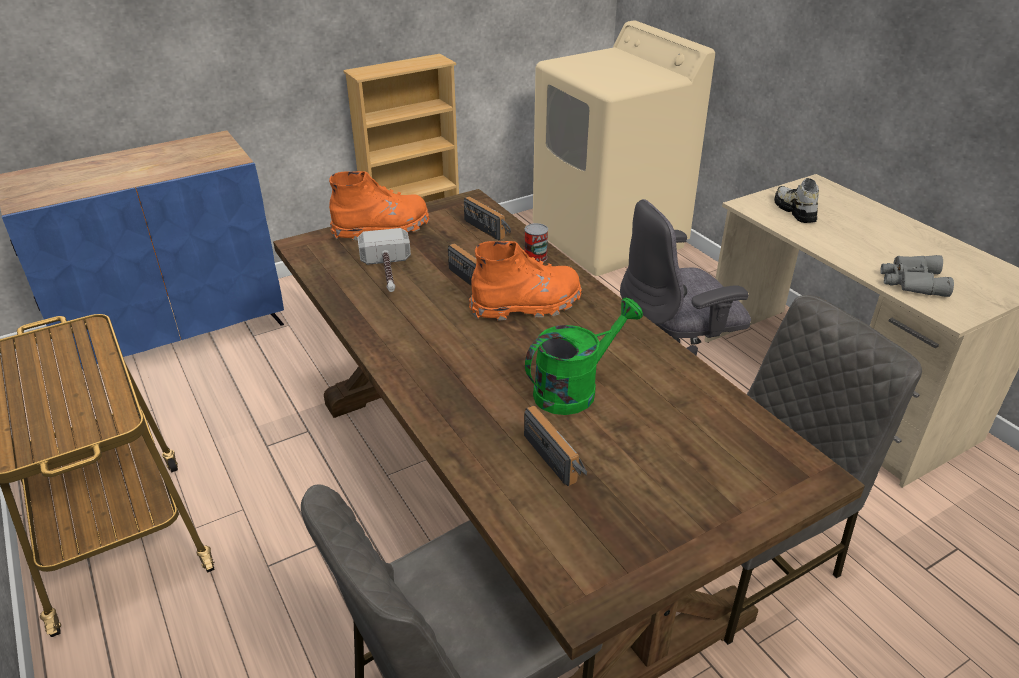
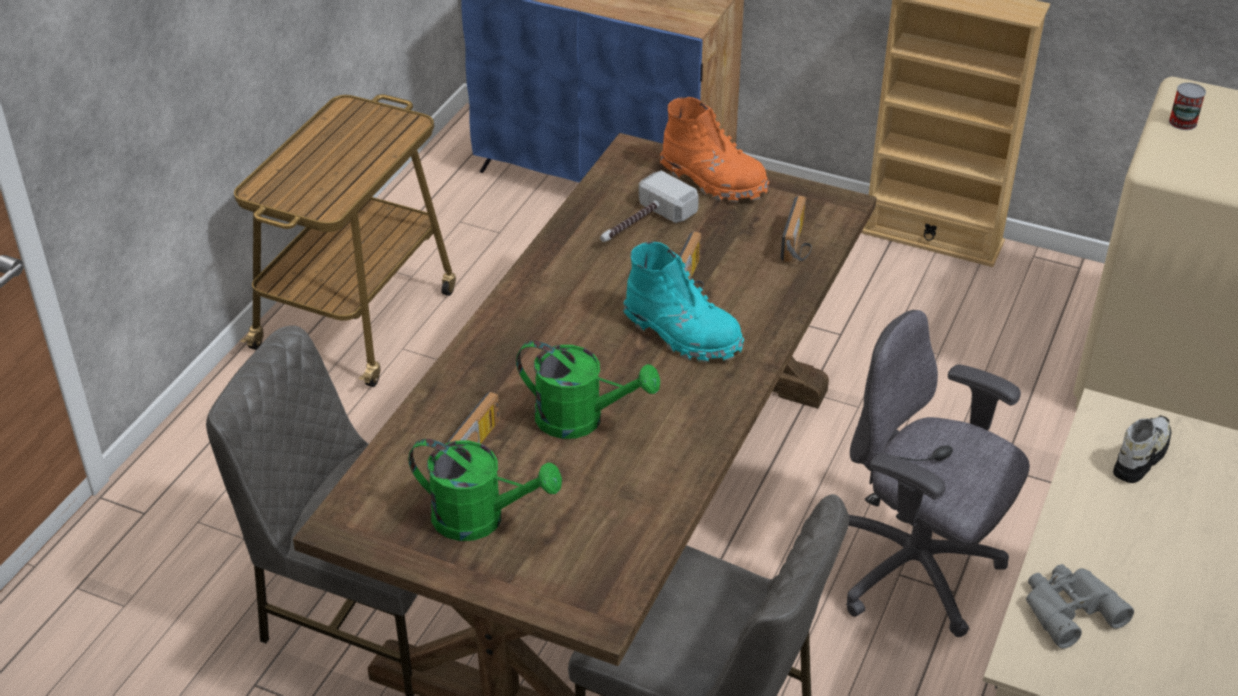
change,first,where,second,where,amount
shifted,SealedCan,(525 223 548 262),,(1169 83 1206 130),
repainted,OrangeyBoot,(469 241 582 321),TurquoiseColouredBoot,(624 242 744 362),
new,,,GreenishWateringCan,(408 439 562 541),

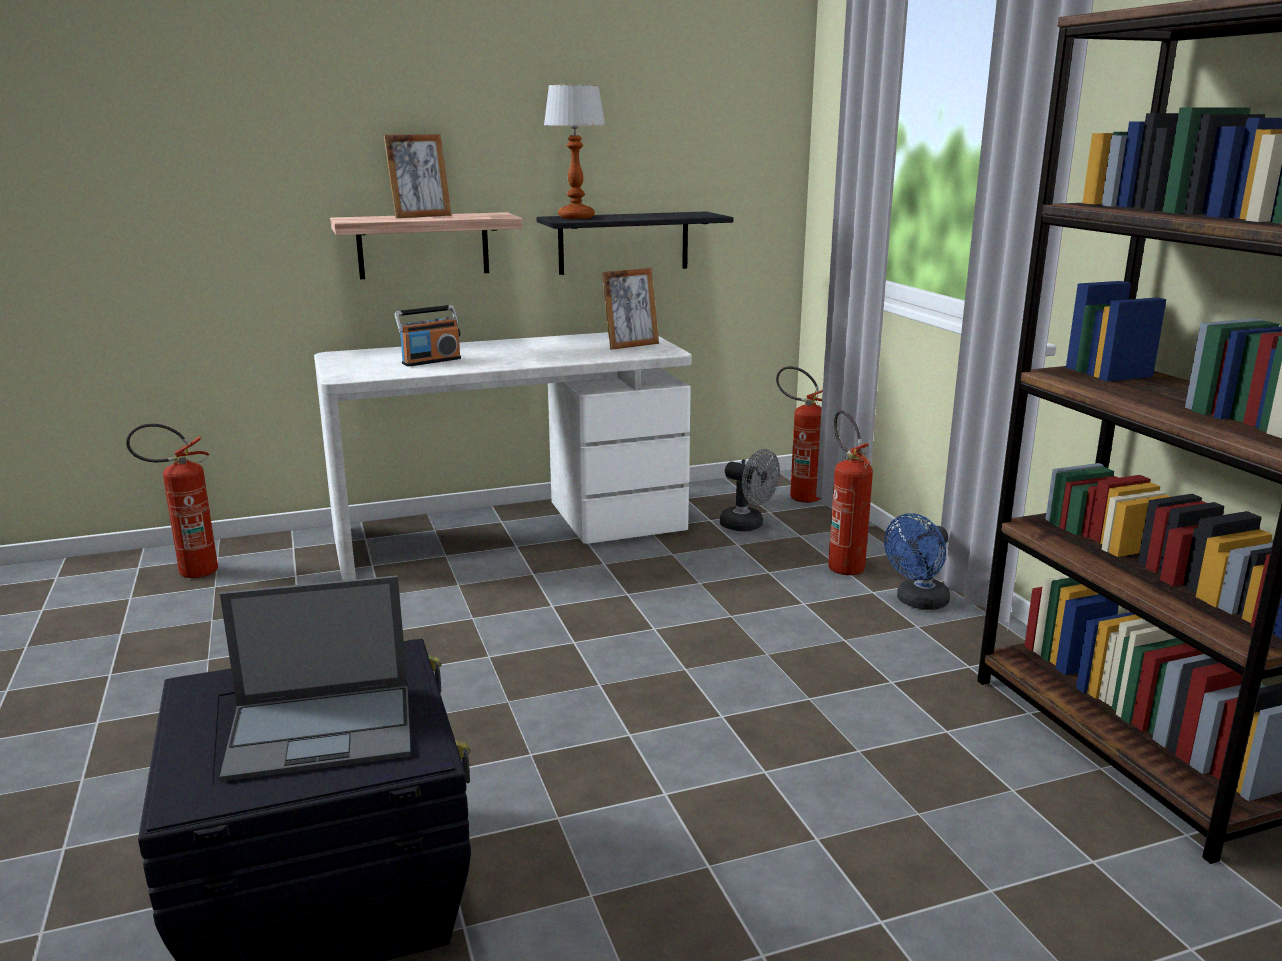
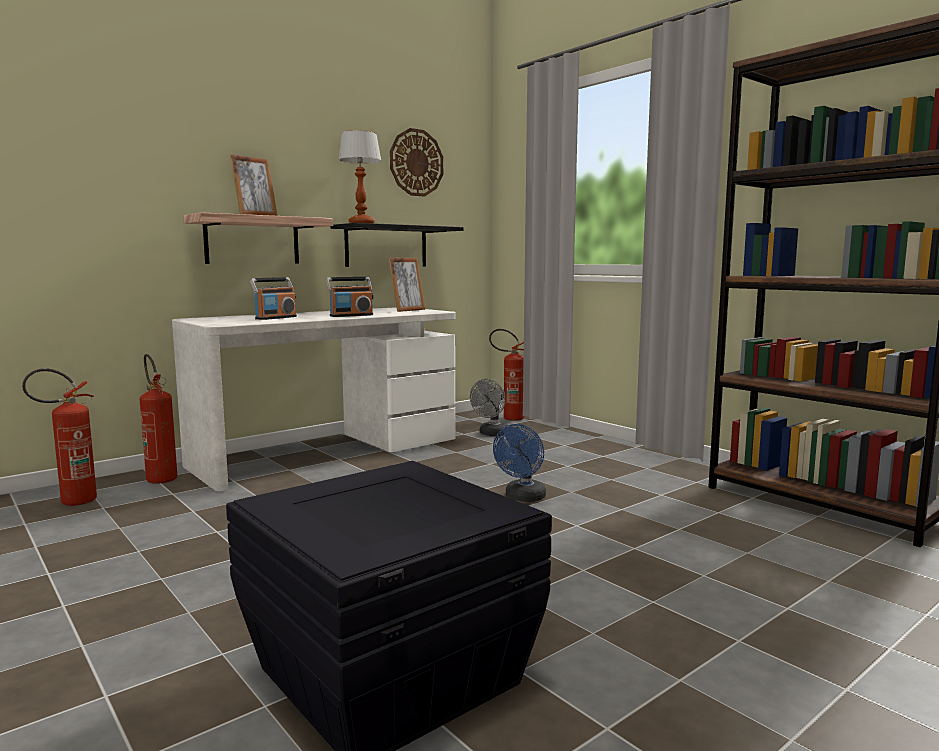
change,first,where,second,where,amount
shifted,FireExtinguisher,(828 410 873 575),,(140 354 177 484),
rotated,GrayCoolingFan,(720 449 780 531),,(470 379 508 436),105 degrees clockwise
shifted,BluishCoolingFan,(884 513 950 610),,(493 424 546 502),
gone,NotebookComputer,(220 575 411 782),,,
new,,,WallClock,(390 128 443 197),
new,,,RadioReceiver,(326 277 373 317),

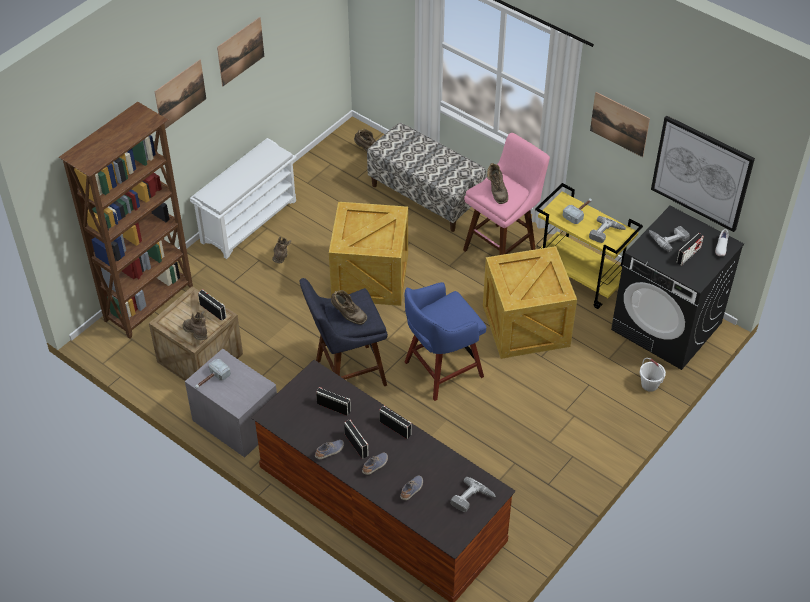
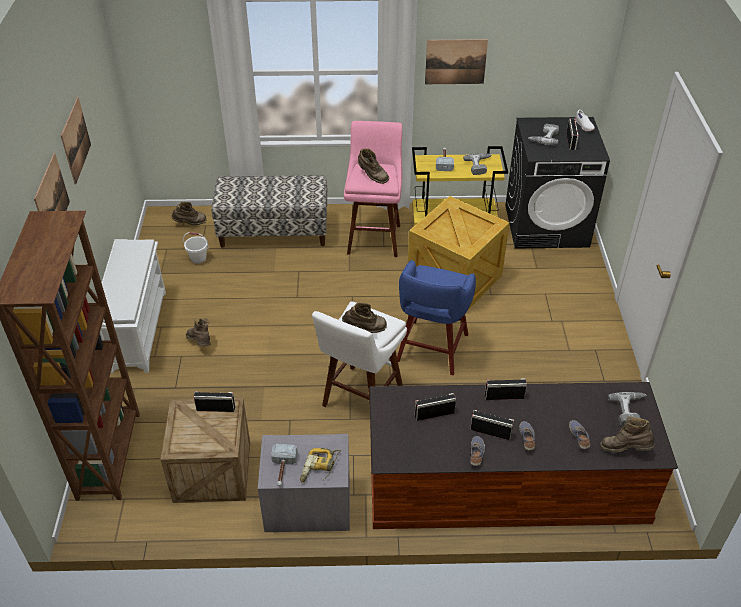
change,first,where,second,where,amount
gone,WallPicture,(651 116 755 232),,,
gone,ShippingCrate,(329 202 408 306),,,
repainted,BluishStoolSeat,(300 278 388 386),WhitishStoolSeat,(312 301 407 407),
shifted,BrownishBoot,(182 311 207 340),,(600 416 655 452),
shifted,WhitishBucket,(640 358 666 392),,(183 232 209 264),
new,,,ElectricDrill,(300 448 341 482),

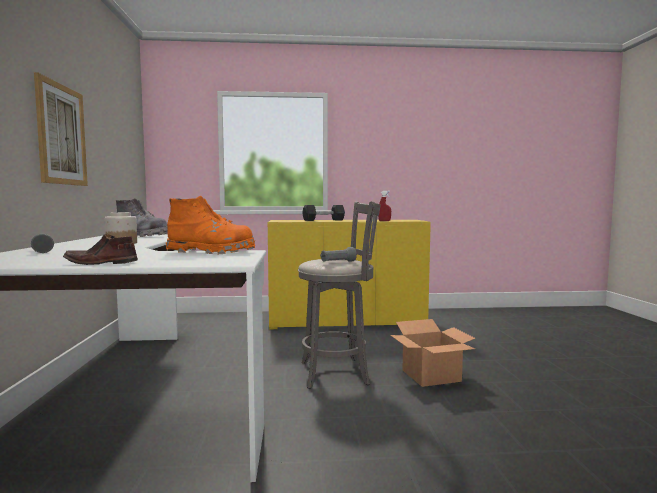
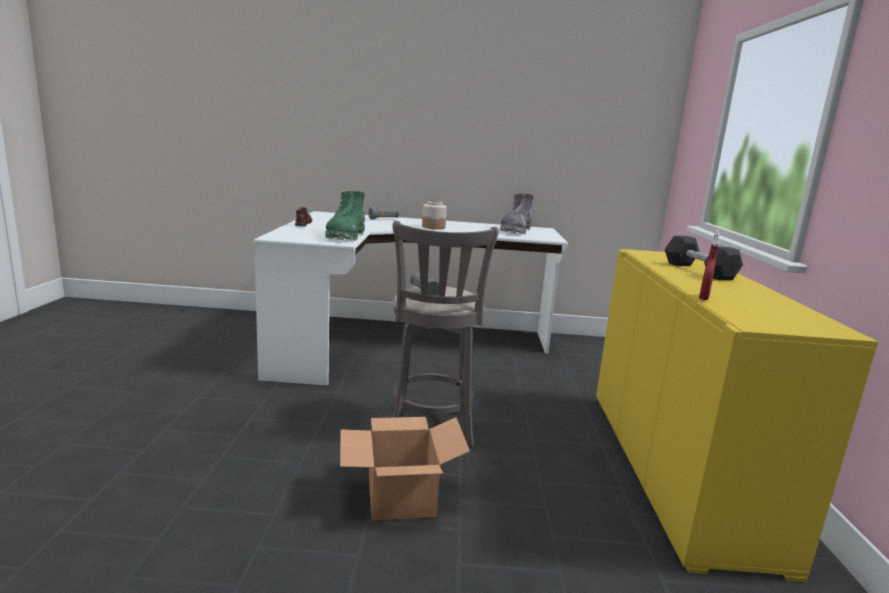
change,first,where,second,where,amount
gone,WallPicture,(34 72 88 186),,,
repainted,OrangeyBoot,(166 196 255 254),GreenishBoot,(325 191 365 241),

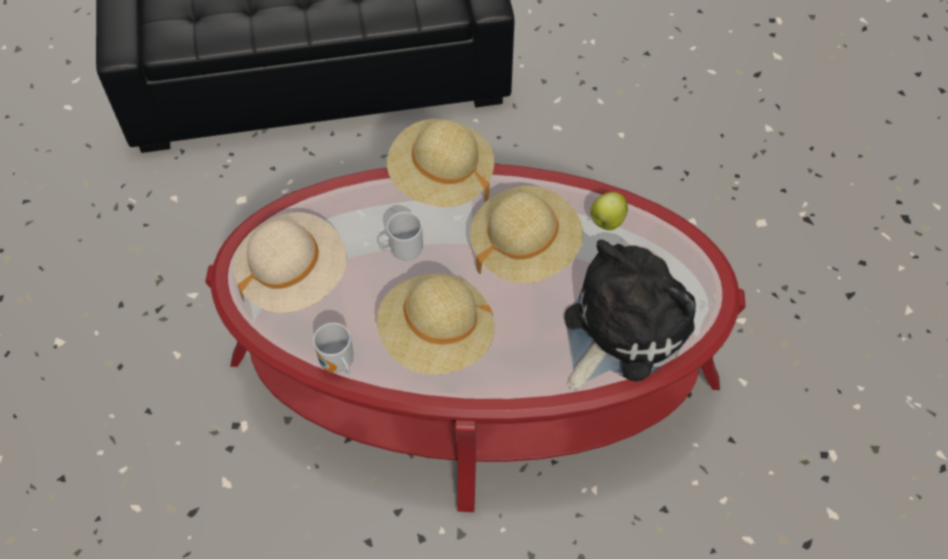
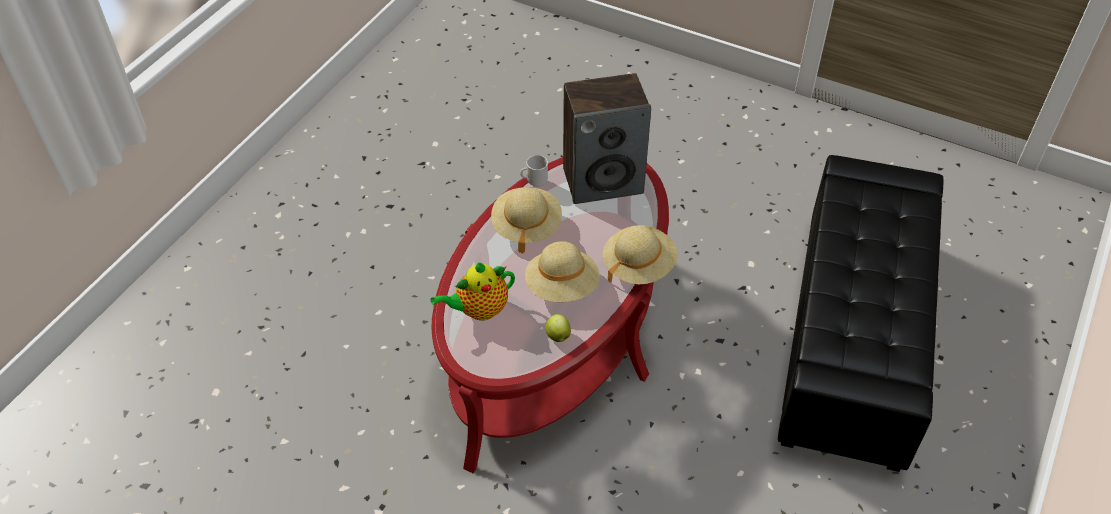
change,first,where,second,where,amount
swapped,SandColouredWearableHat,(233 212 347 313),Speaker,(563 73 651 204),
gone,TeaMug,(379 212 423 260),,,
swapped,PlushToy,(564 240 696 391),TeaPot,(431 262 515 320),

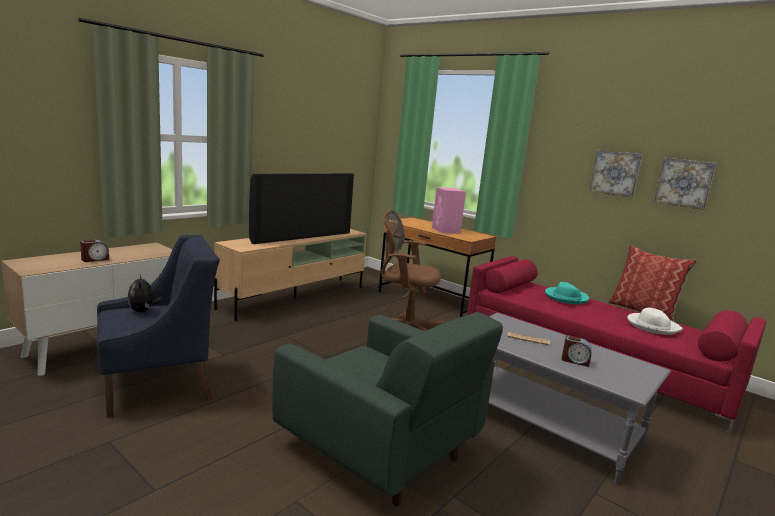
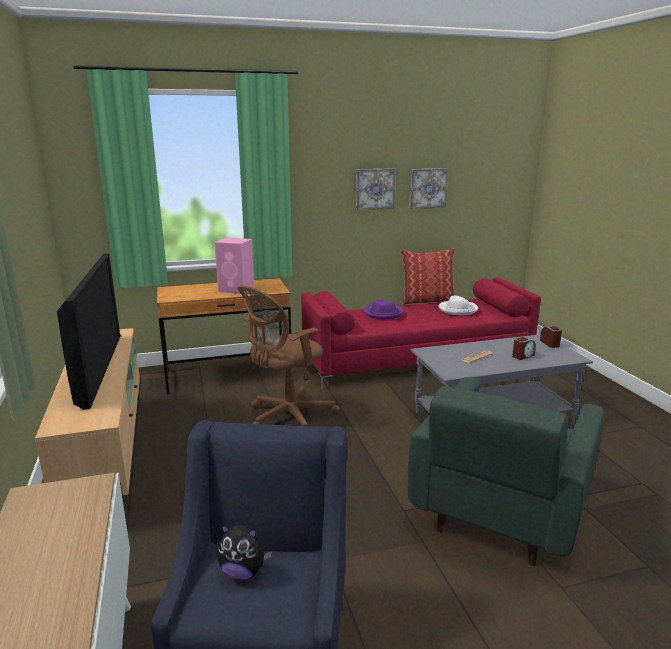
change,first,where,second,where,amount
shifted,TableClock,(80 239 109 262),,(540 326 562 348),
repainted,TurquoiseColouredWearableHat,(545 282 589 304),PurpleColouredWearableHat,(363 300 403 319),
rotated,GreenishEasyChair,(272 312 503 506),,(408 377 604 566),135 degrees clockwise

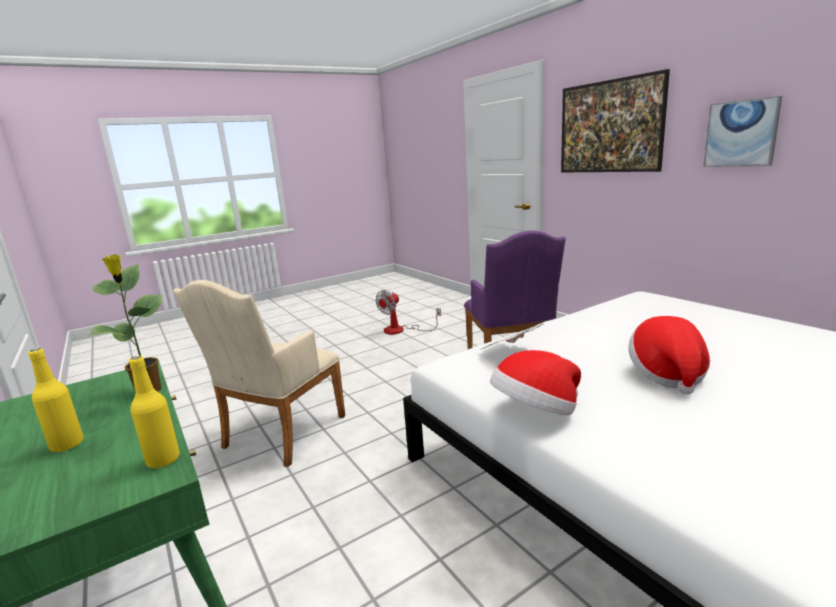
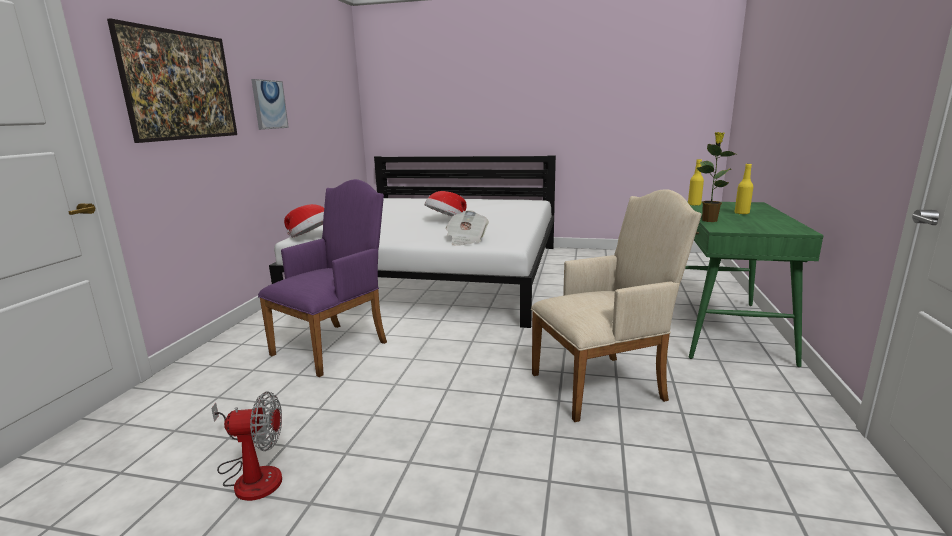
change,first,where,second,where,amount
shifted,WearableHat,(490 350 581 415),,(284 204 324 238),

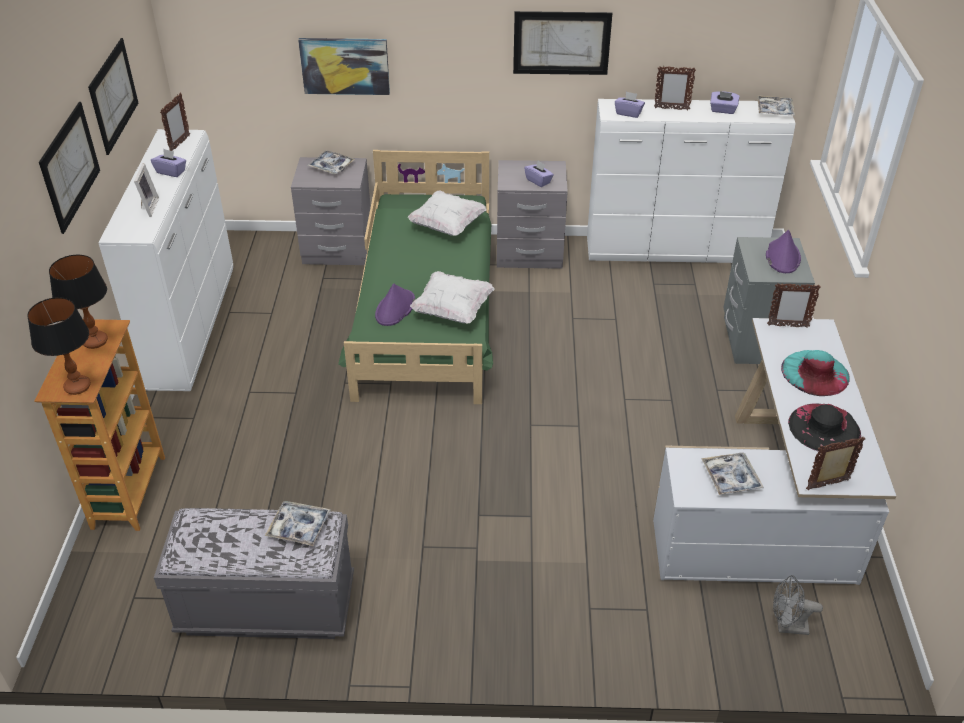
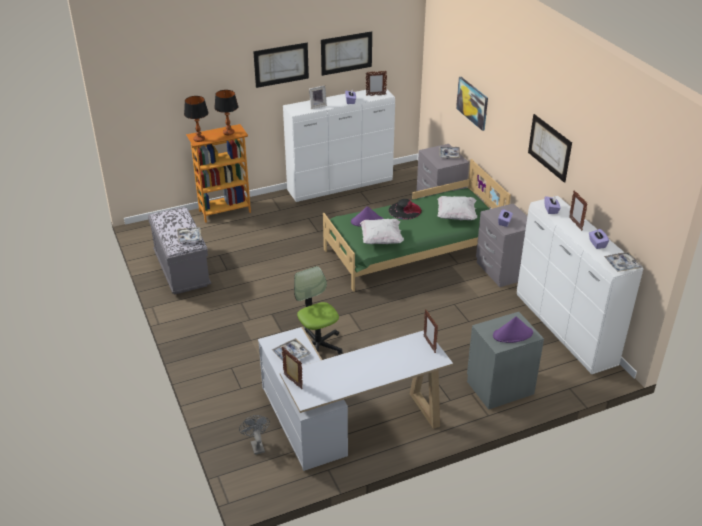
change,first,where,second,where,amount
gone,TurquoiseColouredWearableHat,(781 350 850 396),,,
shifted,BlackColouredWearableHat,(788 403 861 451),,(389 199 422 219),
new,,,ComputerChair,(294 266 343 354),

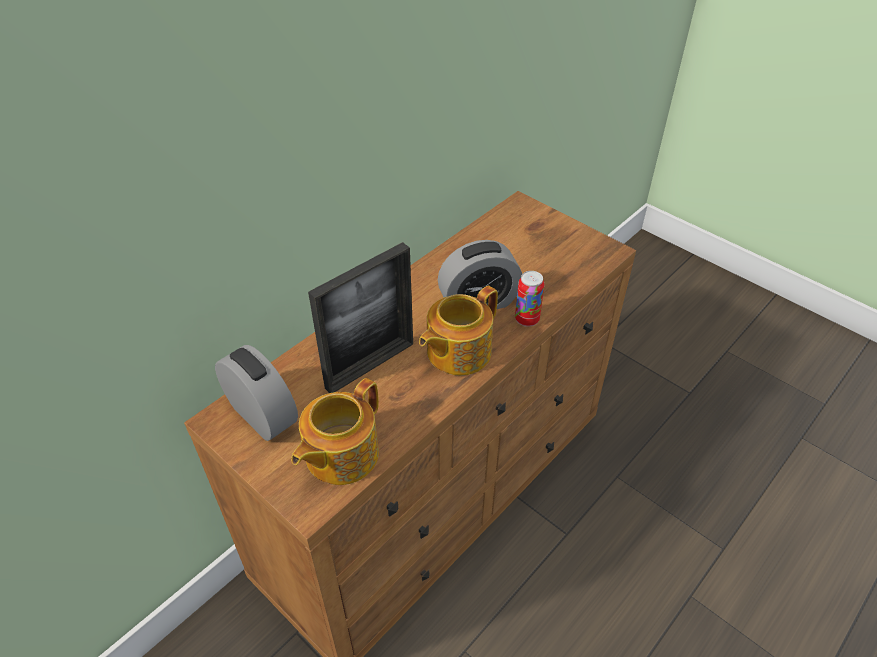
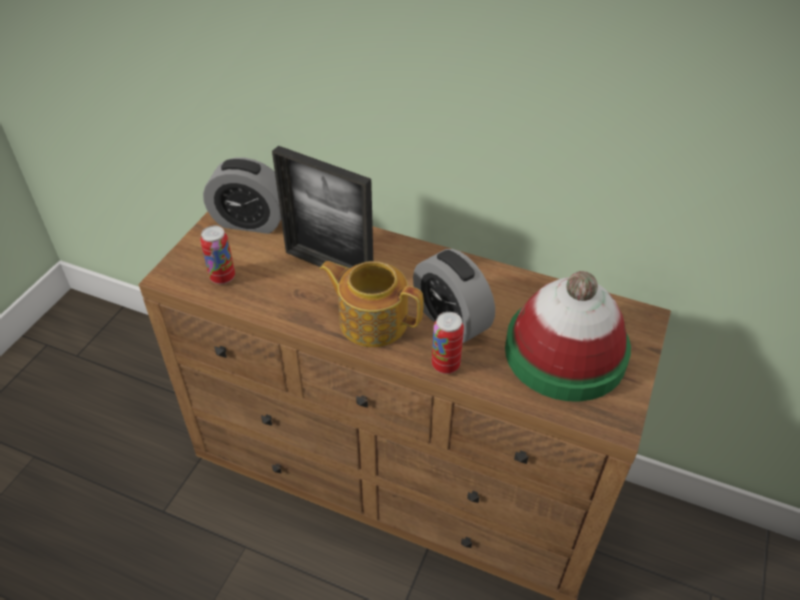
change,first,where,second,where,amount
rotated,TableClock,(215 345 298 441),,(203 158 281 234),75 degrees clockwise
swapped,TeaPot,(291 378 379 485),SealedCan,(200 226 235 284),
new,,,WearableHat,(505 271 631 402),

